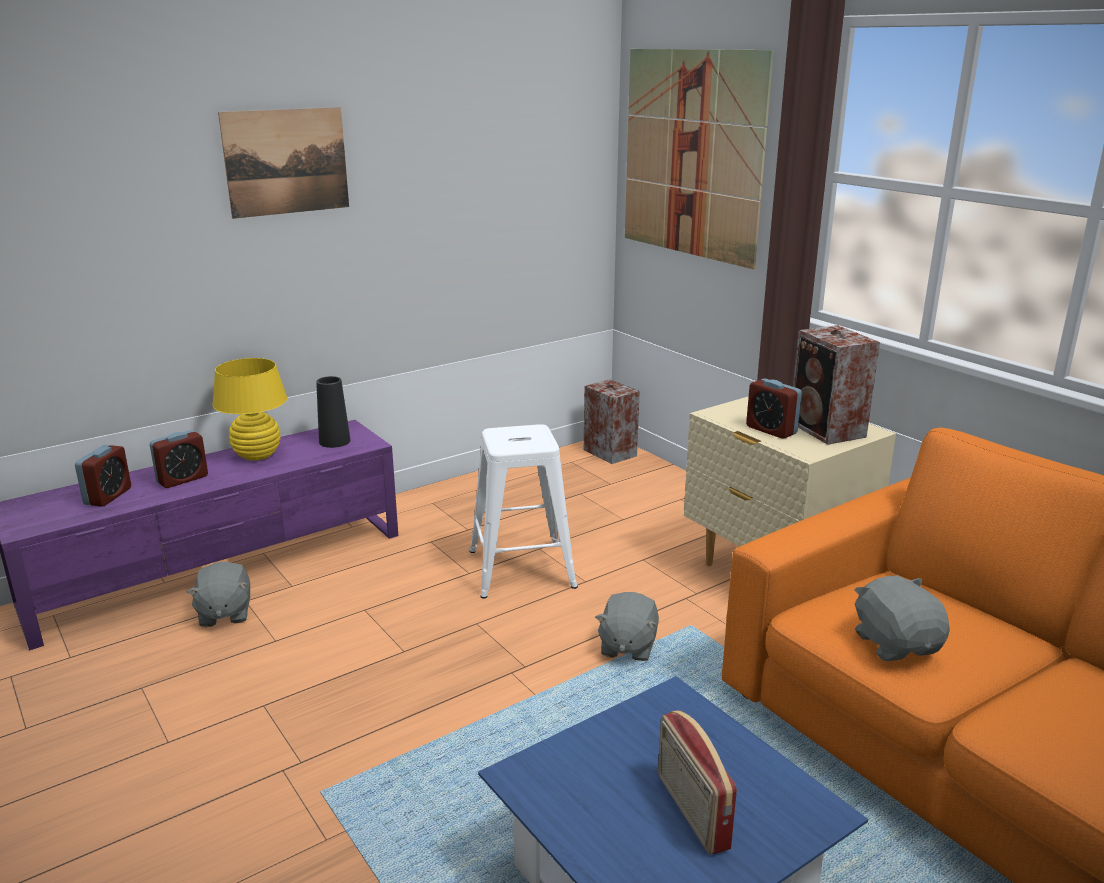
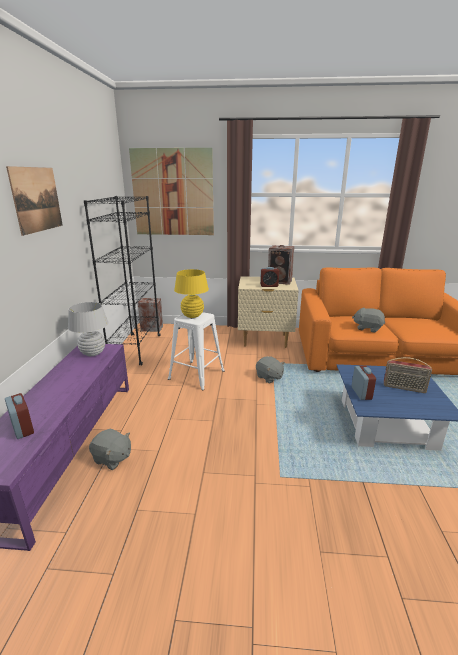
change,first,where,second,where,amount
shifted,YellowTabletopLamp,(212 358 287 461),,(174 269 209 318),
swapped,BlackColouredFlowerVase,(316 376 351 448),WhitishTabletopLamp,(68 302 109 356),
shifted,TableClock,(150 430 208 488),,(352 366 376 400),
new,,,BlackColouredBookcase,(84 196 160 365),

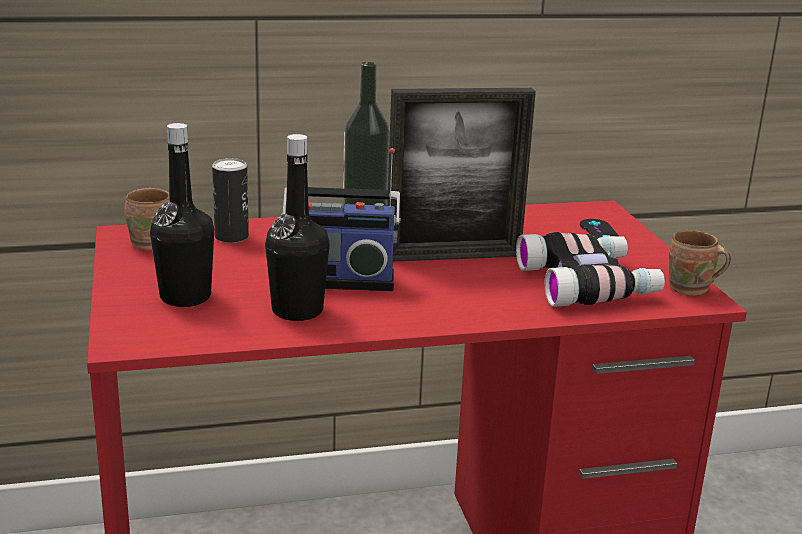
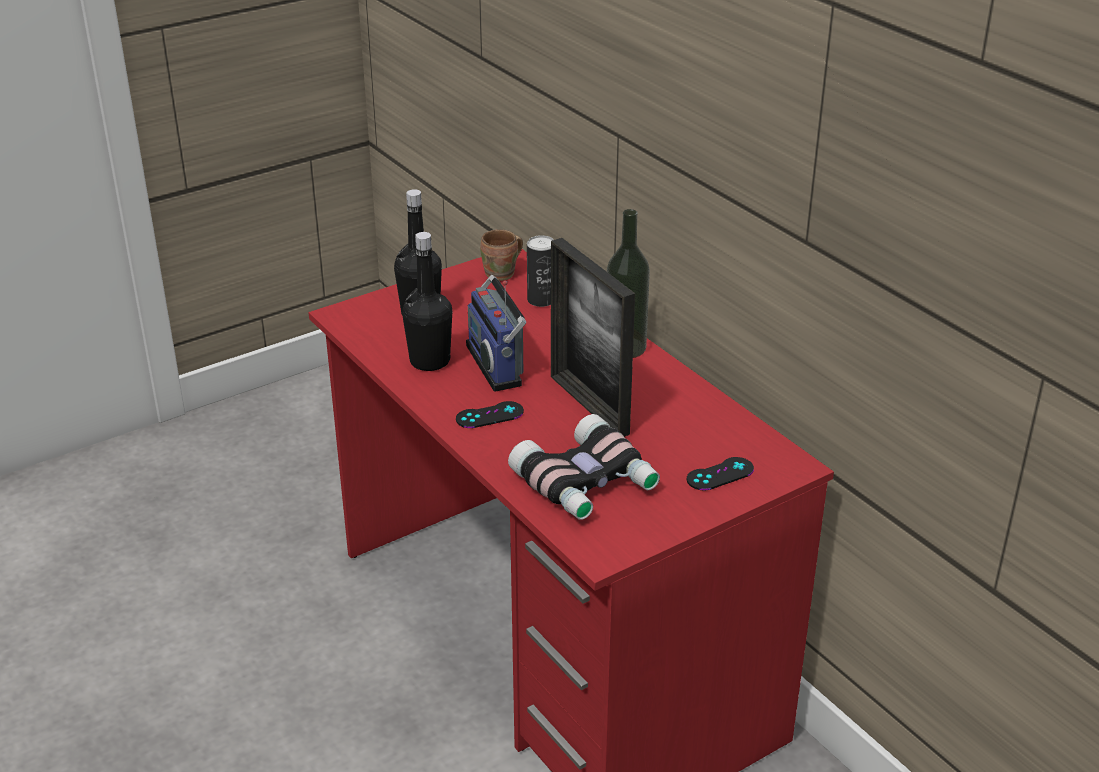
change,first,where,second,where,amount
gone,BrownishTeaMug,(669 230 731 296),,,
new,,,BlackColouredGameController,(456 401 524 428),

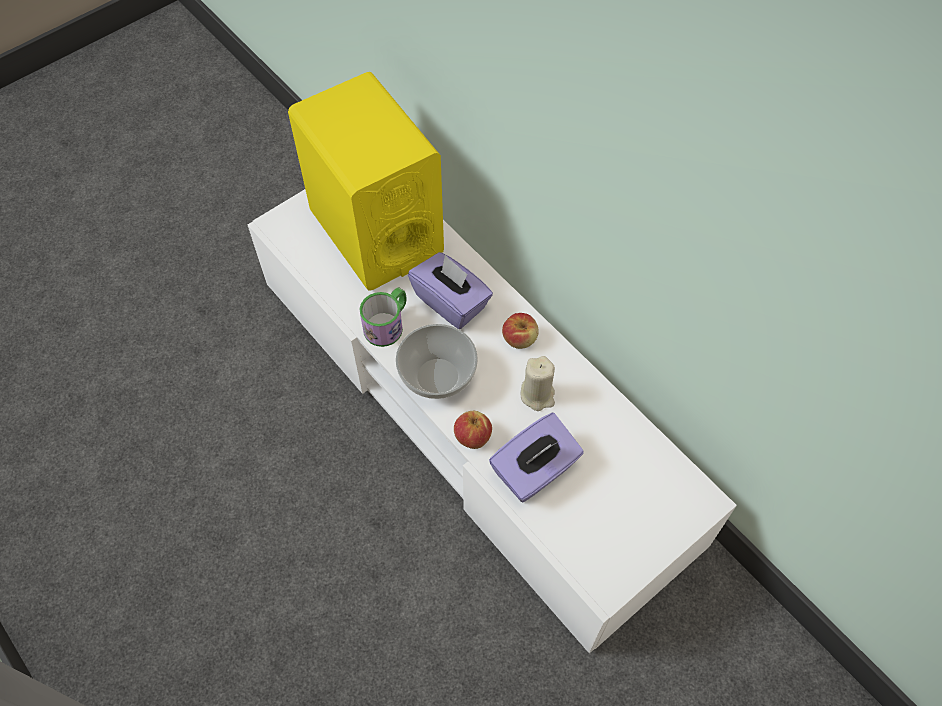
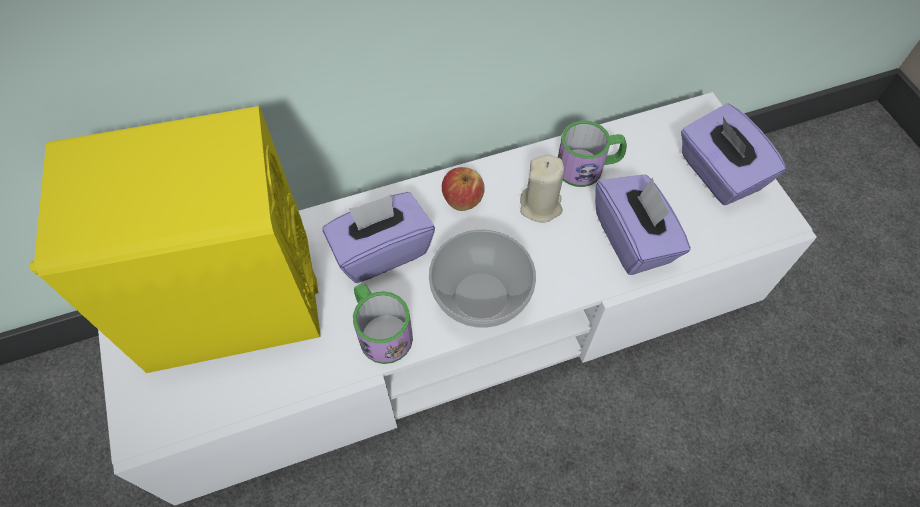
change,first,where,second,where,amount
gone,Apple,(454 411 492 449),,,
new,,,PurpleColouredTissueHolder,(681 103 786 205),
new,,,TeaMug,(558 120 627 187),

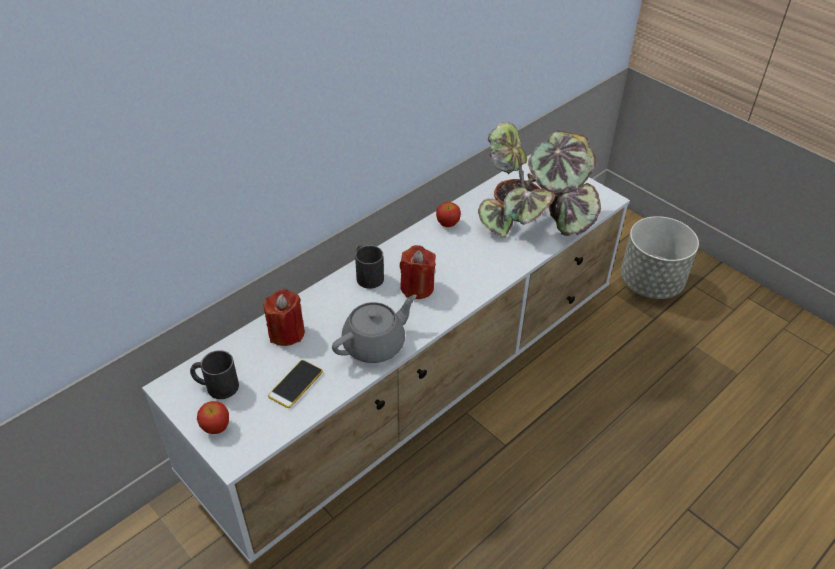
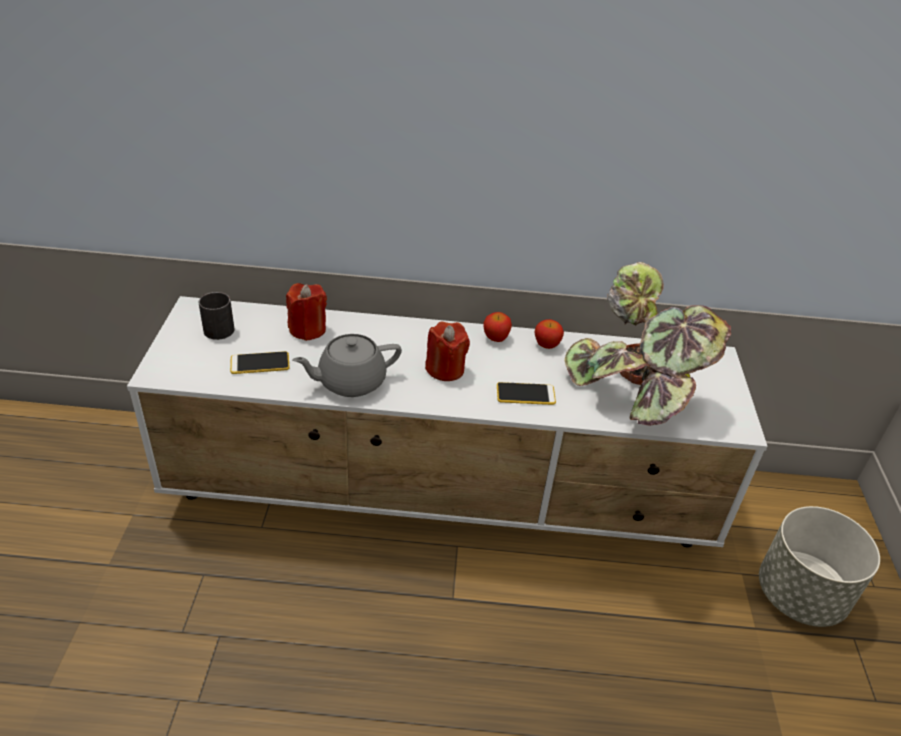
change,first,where,second,where,amount
gone,BlackColouredTeaMug,(355 245 384 289),,,
rotated,GrayTeaPot,(332 295 417 363),,(292 334 402 397),150 degrees clockwise
shifted,Apple,(197 401 229 434),,(483 312 512 342),
new,,,Handset,(497 382 556 405),

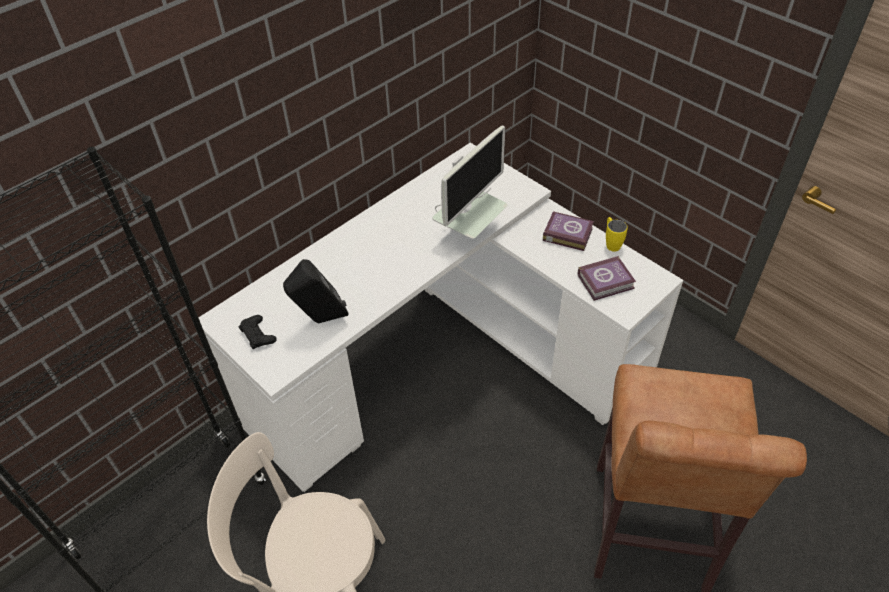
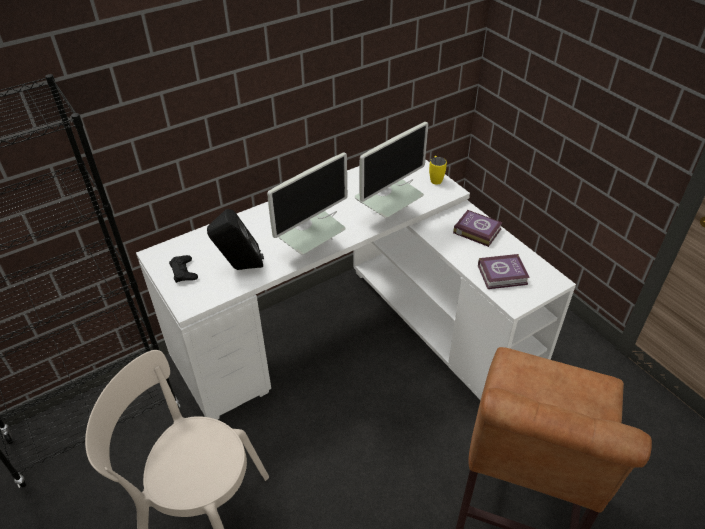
change,first,where,second,where,amount
shifted,YellowTeaMug,(606 217 628 252),,(429 156 447 184),
new,,,ComputerDisplay,(267 152 347 254),

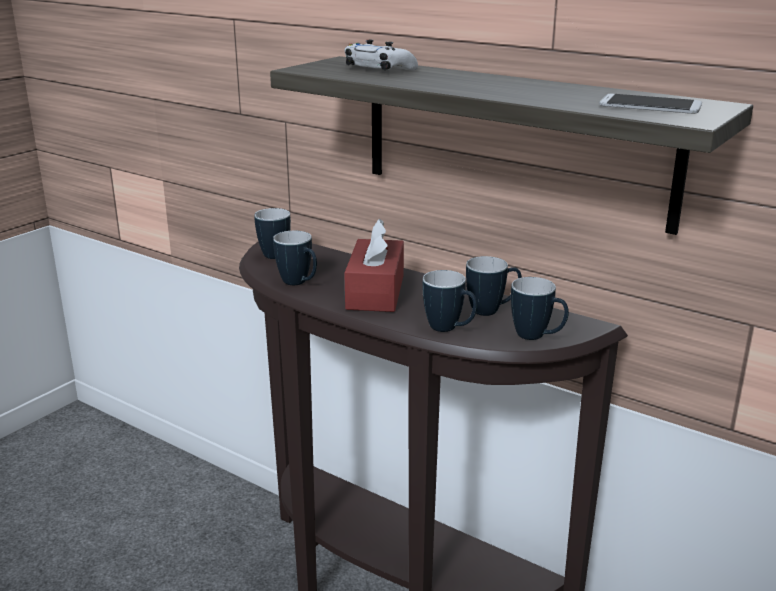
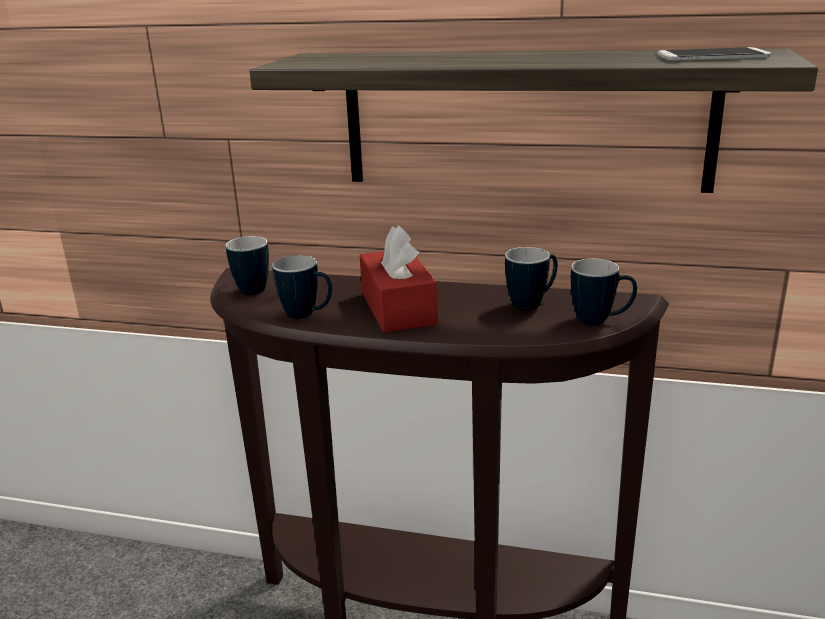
change,first,where,second,where,amount
gone,WhitishGameController,(345 40 418 70),,,
gone,TeaMug,(422 270 477 332),,,

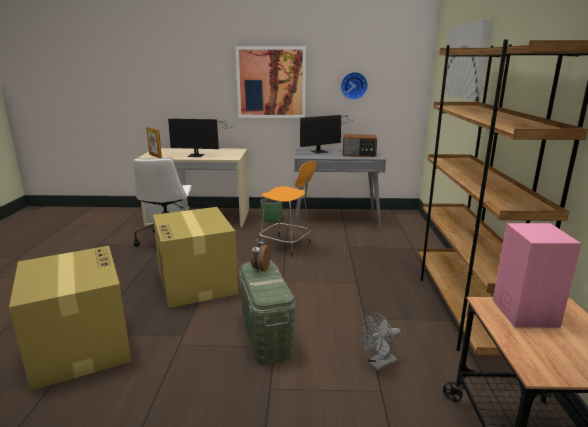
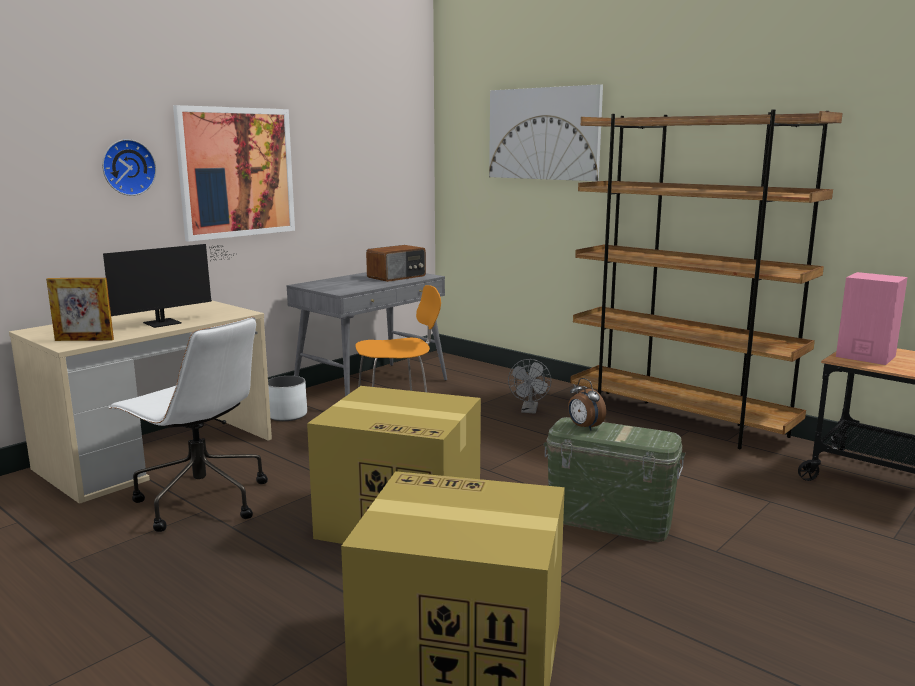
change,first,where,second,where,amount
shifted,WallClock,(341 72 368 100),,(102 139 156 196),
gone,ComputerDisplay,(300 115 350 154),,,
repainted,GreenishFlowerPot,(261 198 283 222),WhitishFlowerPot,(268 376 307 421),
shifted,GrayCoolingFan,(360 312 401 371),,(508 359 551 413),

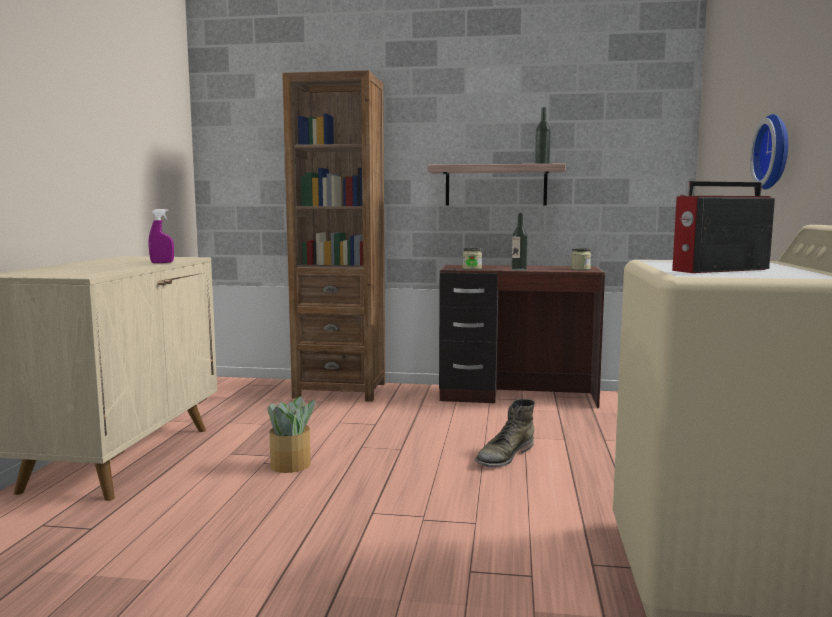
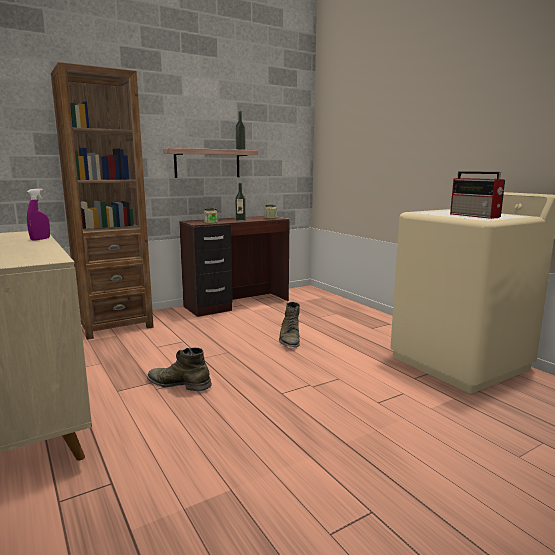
change,first,where,second,where,amount
gone,WallClock,(750 114 788 190),,,
rotated,RadioReceiver,(672 181 775 273),,(450 171 505 219),60 degrees counterclockwise
swapped,PottedPlant,(268 396 316 473),GreenishBoot,(147 347 212 391),

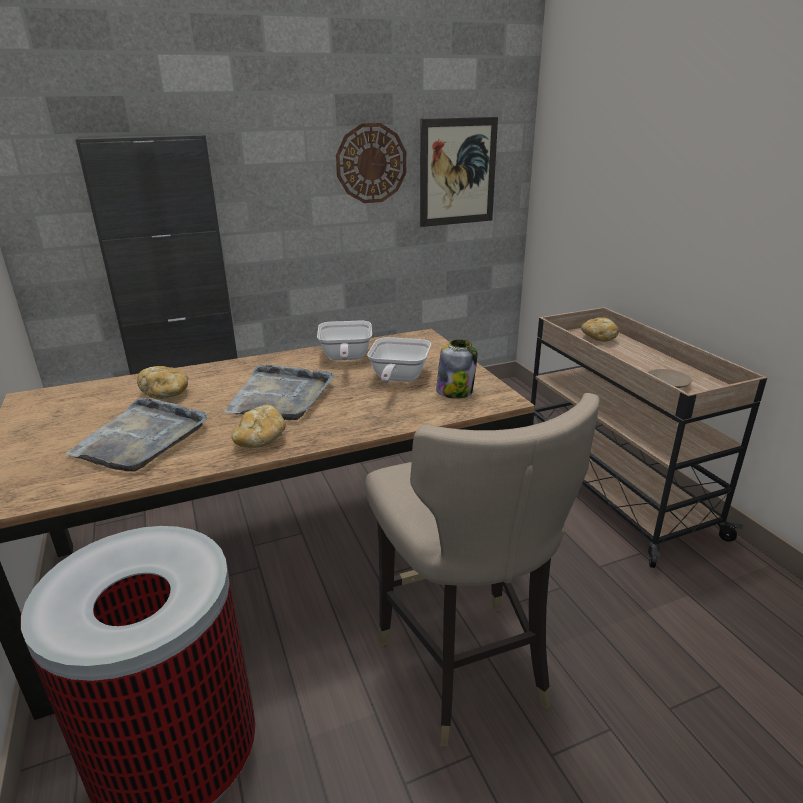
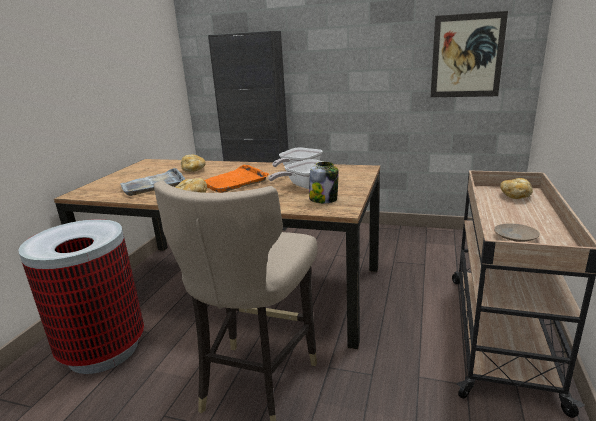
change,first,where,second,where,amount
gone,WallClock,(336 123 407 203),,,
repainted,GrayServingTray,(224 364 334 420),OrangeyServingTray,(205 165 269 193),

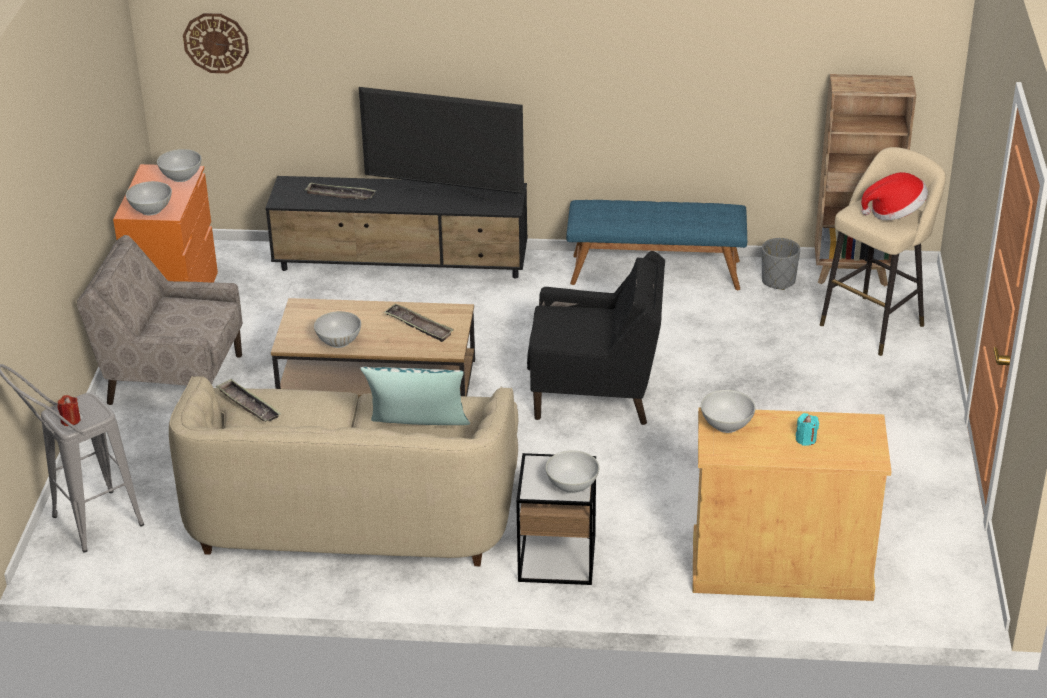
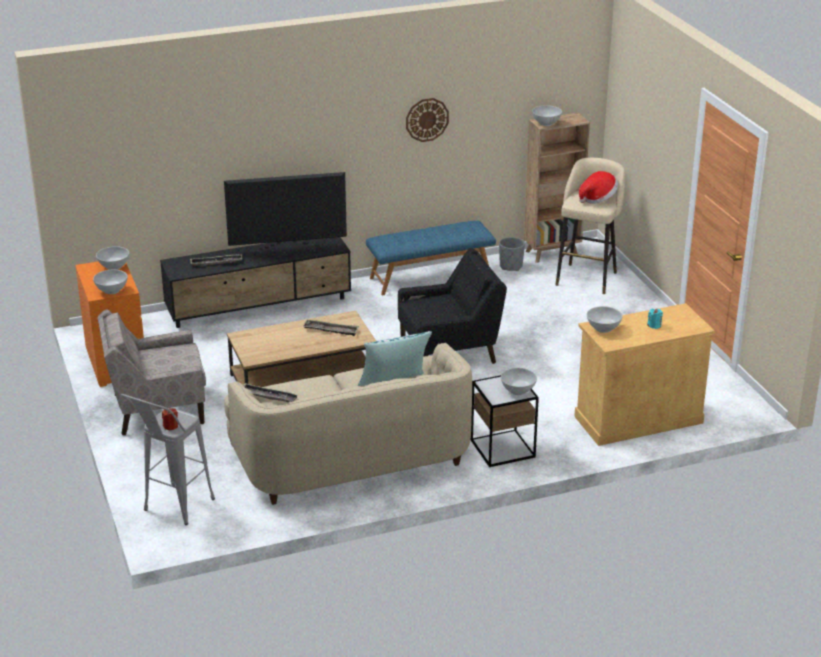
change,first,where,second,where,amount
shifted,WallClock,(183 13 249 73),,(406 98 449 142),
shifted,WhitishServingBowl,(314 311 361 348),,(532 105 562 126),

